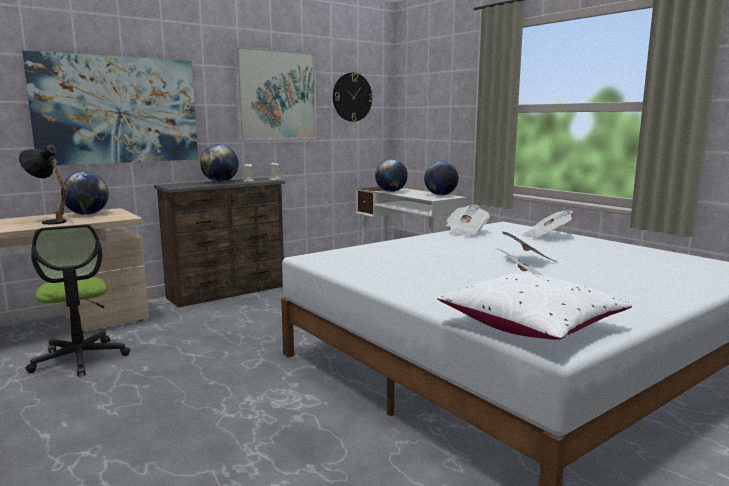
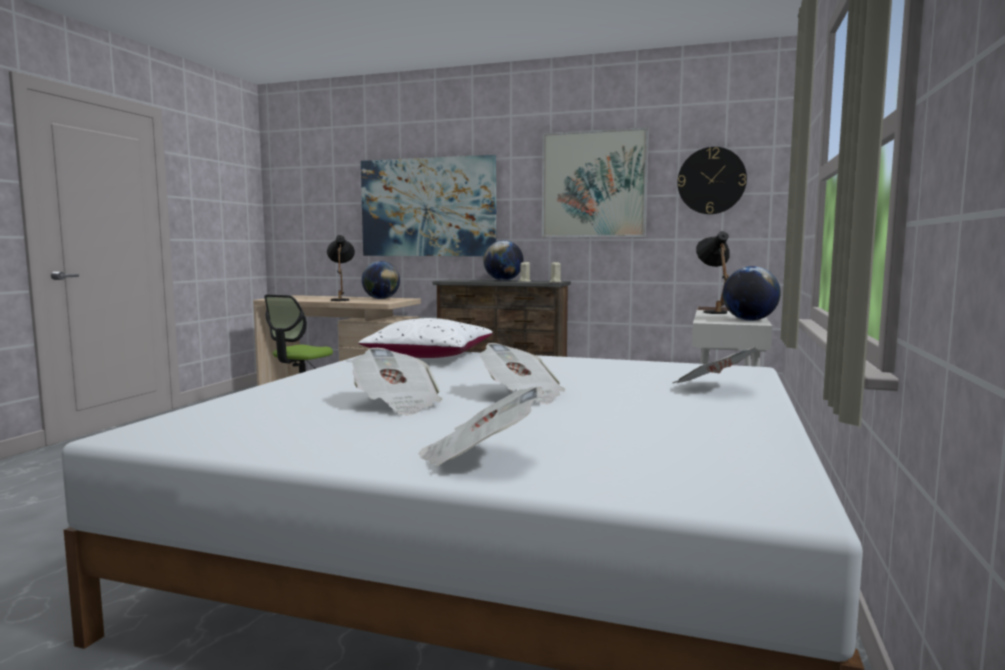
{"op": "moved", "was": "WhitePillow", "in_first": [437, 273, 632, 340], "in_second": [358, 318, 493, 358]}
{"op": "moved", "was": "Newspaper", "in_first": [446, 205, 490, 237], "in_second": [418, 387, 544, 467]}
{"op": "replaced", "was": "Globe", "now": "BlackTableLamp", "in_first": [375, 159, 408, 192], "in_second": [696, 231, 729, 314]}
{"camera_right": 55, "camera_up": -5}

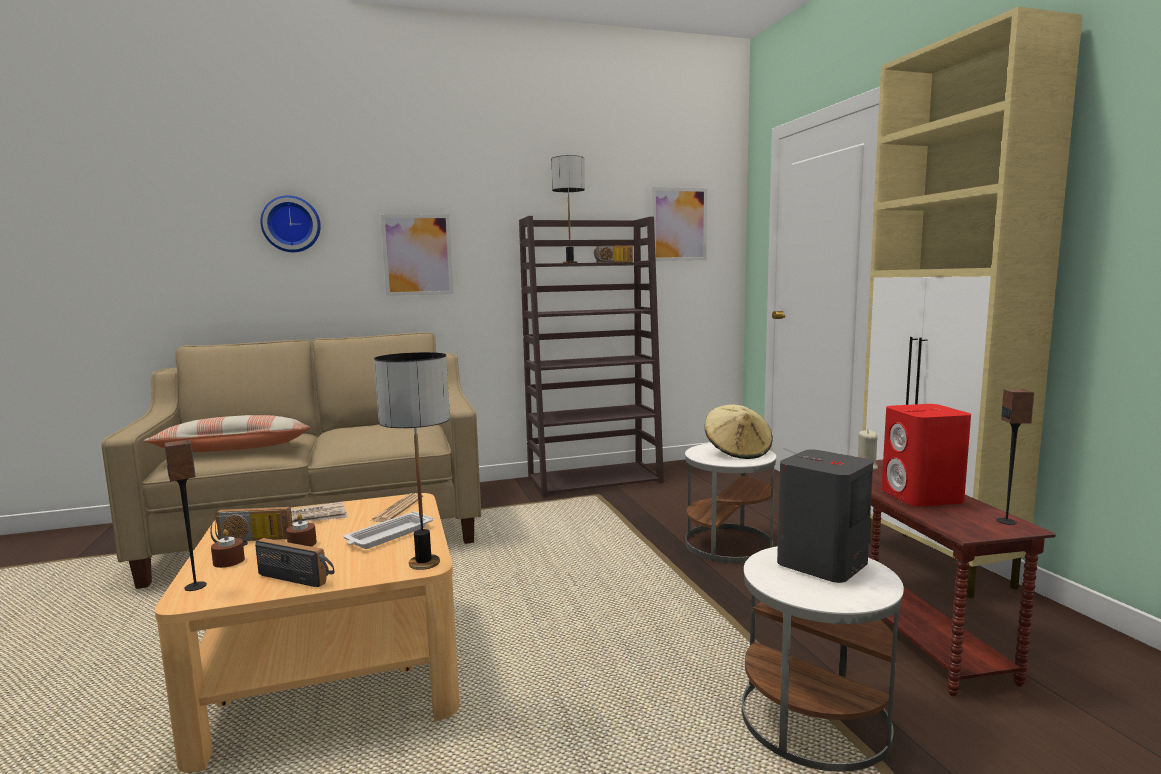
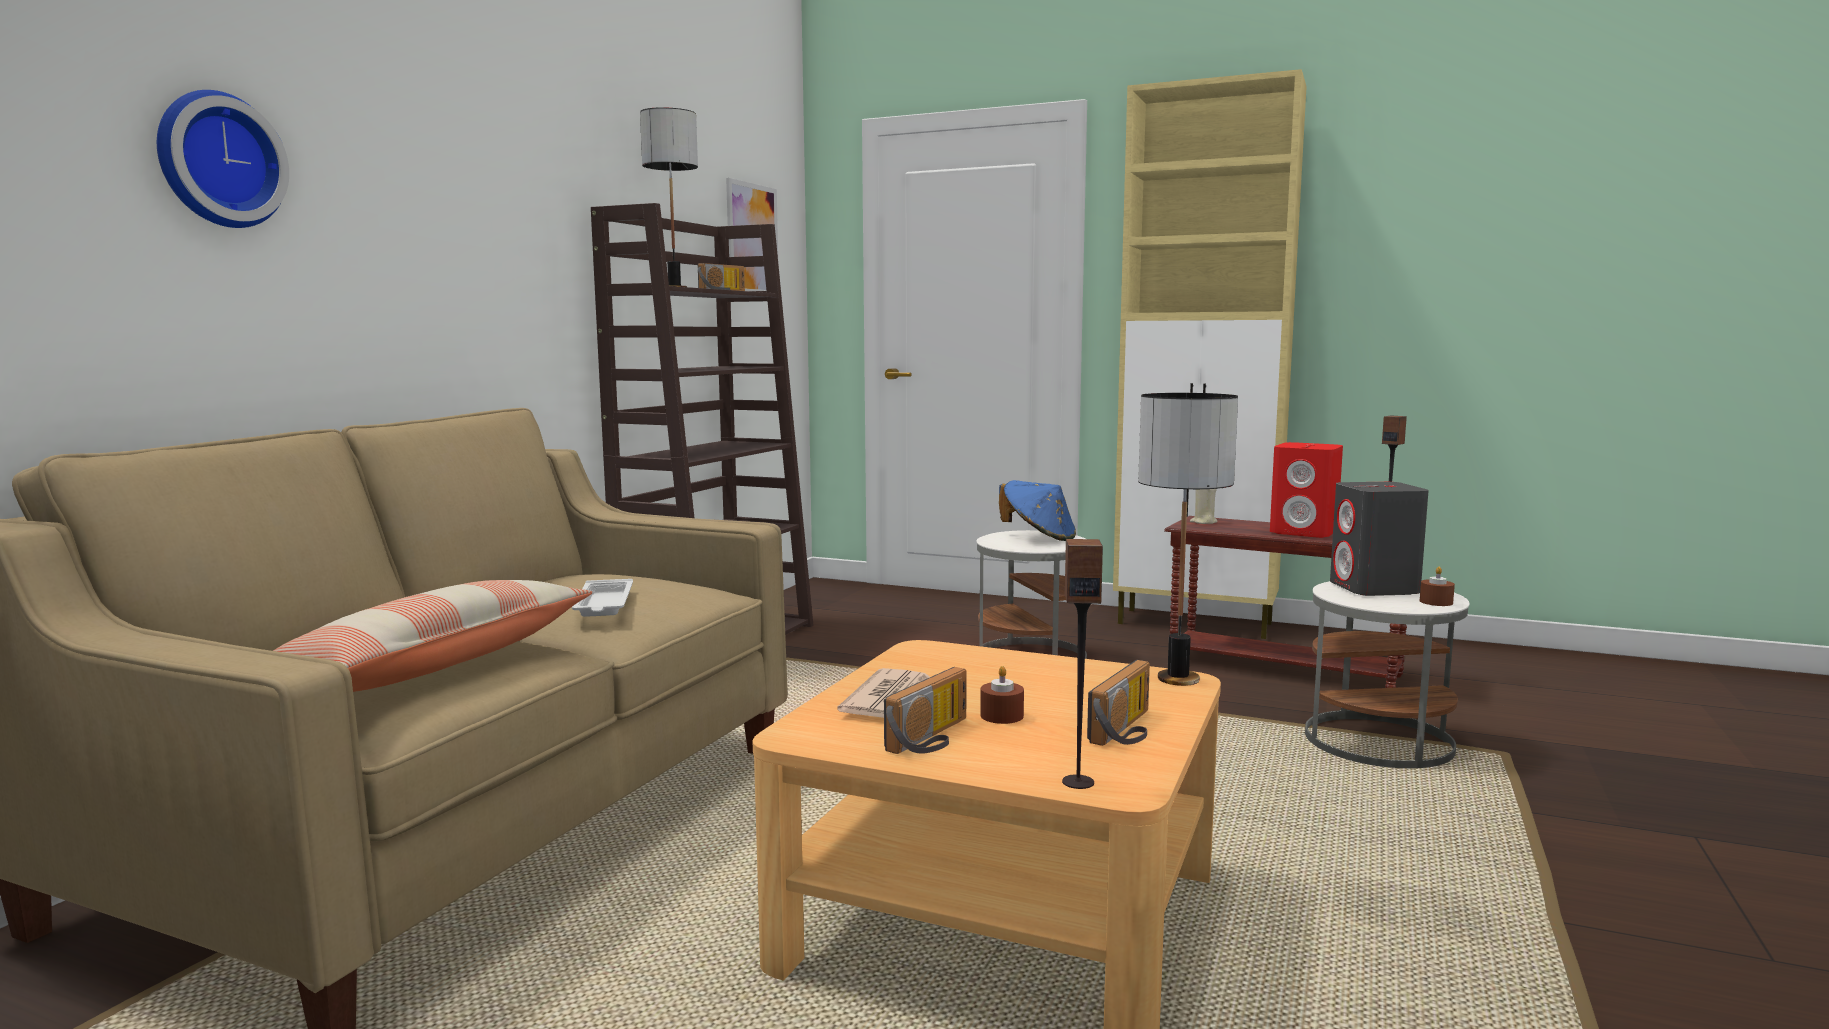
{"op": "moved", "was": "WhiteTray", "in_first": [343, 511, 433, 549], "in_second": [572, 579, 633, 617]}
{"op": "recoloured", "was": "BeigeHat", "now": "BlueHat", "in_first": [705, 405, 773, 459], "in_second": [999, 480, 1076, 541]}
{"op": "turned", "was": "Radio", "in_first": [255, 538, 334, 587], "in_second": [1087, 660, 1150, 746], "clockwise": 150}
{"op": "moved", "was": "BrownCandle", "in_first": [211, 529, 245, 568], "in_second": [1420, 567, 1455, 606]}
{"op": "removed", "was": "Newspaper", "in_first": [370, 493, 423, 522]}
{"op": "removed", "was": "Picture", "in_first": [381, 214, 453, 296]}
{"camera_right": -50, "camera_up": 0}

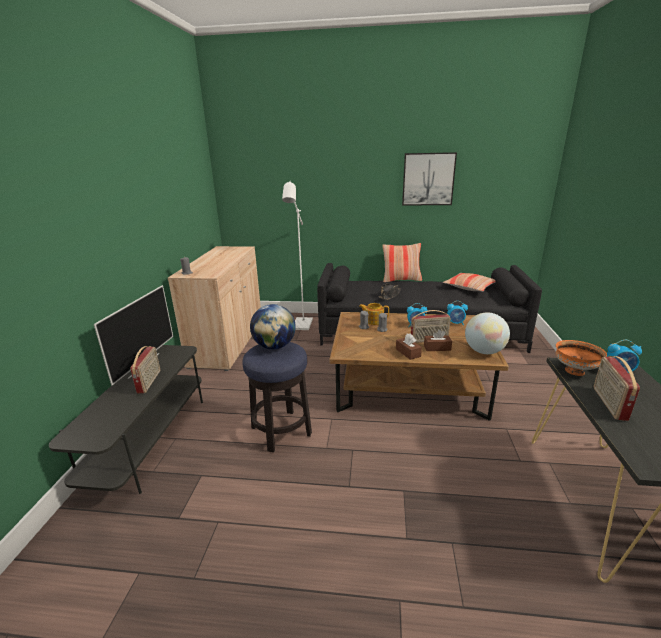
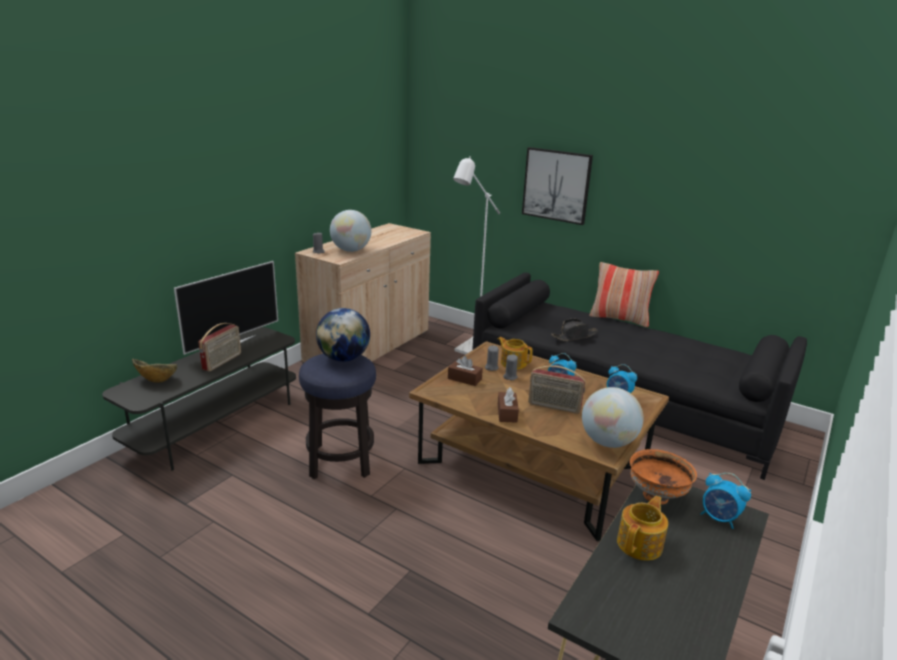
{"op": "added", "now": "Bowl", "in_second": [132, 359, 177, 383]}
{"op": "added", "now": "Globe", "in_second": [330, 210, 371, 252]}
{"op": "moved", "was": "BrownTissueBox", "in_first": [424, 329, 452, 351], "in_second": [448, 356, 483, 386]}
{"op": "moved", "was": "Picture", "in_first": [402, 152, 457, 205], "in_second": [522, 147, 593, 225]}
{"op": "replaced", "was": "Radio", "now": "Teapot", "in_first": [594, 356, 640, 421], "in_second": [617, 496, 668, 561]}
{"op": "removed", "was": "Pillow", "in_first": [443, 273, 496, 292]}
{"camera_right": 25, "camera_up": 0}

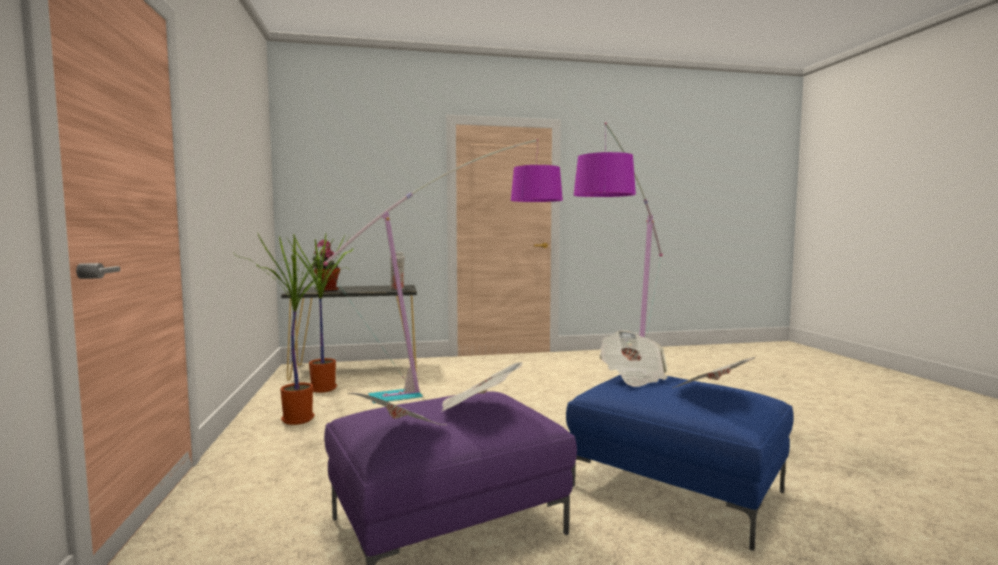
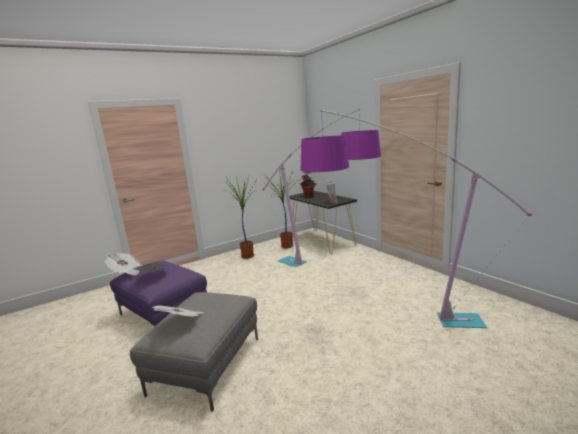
{"op": "recoloured", "was": "BlueOttoman", "now": "GreyOttoman", "in_first": [566, 375, 794, 551], "in_second": [130, 292, 258, 412]}
{"op": "removed", "was": "Newspaper", "in_first": [600, 330, 668, 387]}
{"camera_right": 70, "camera_up": 10}

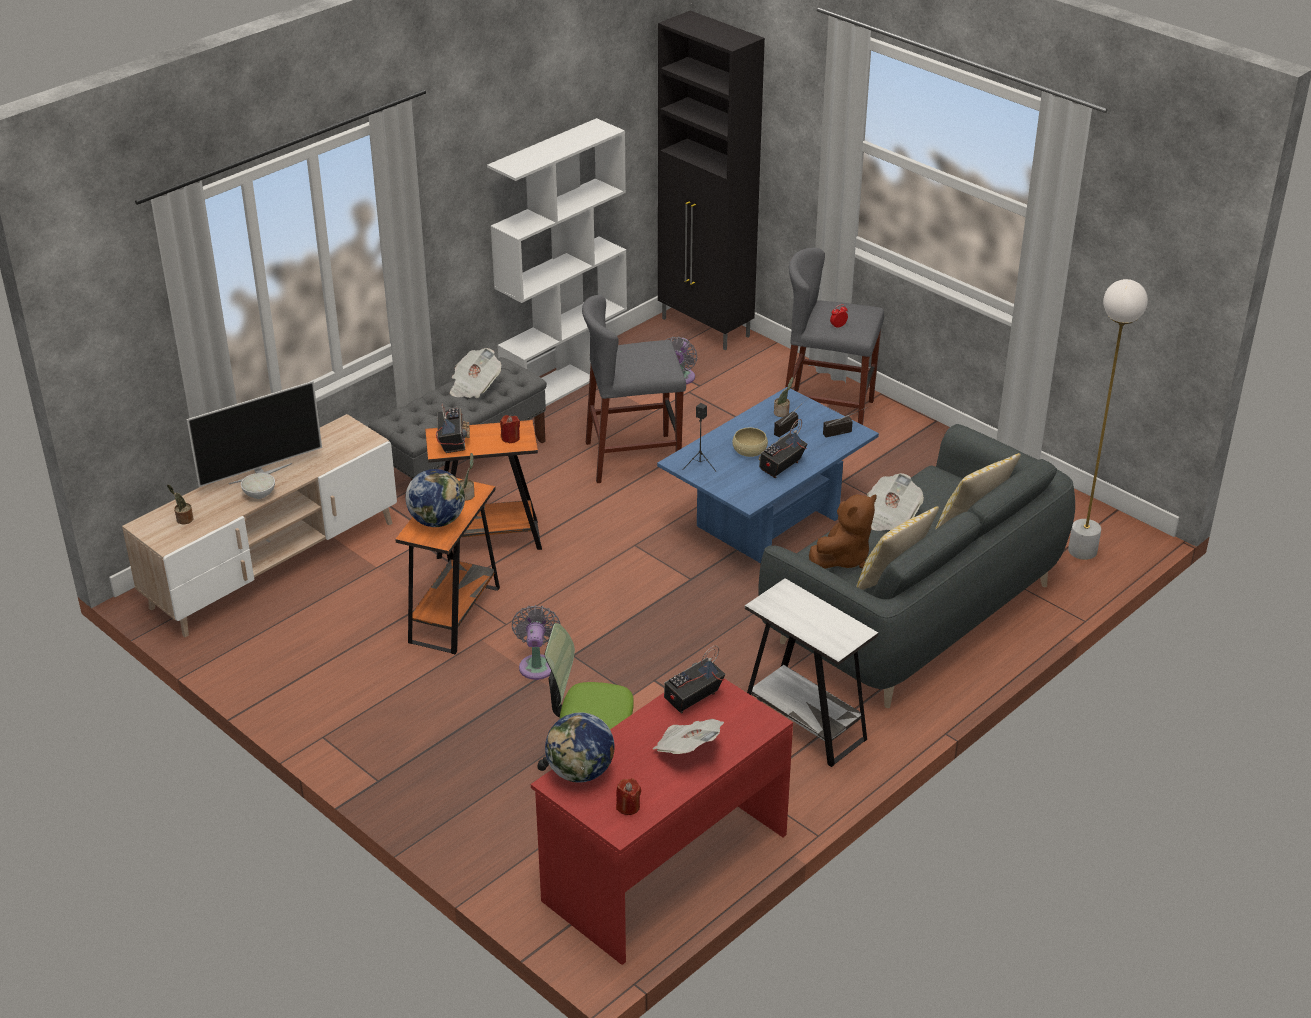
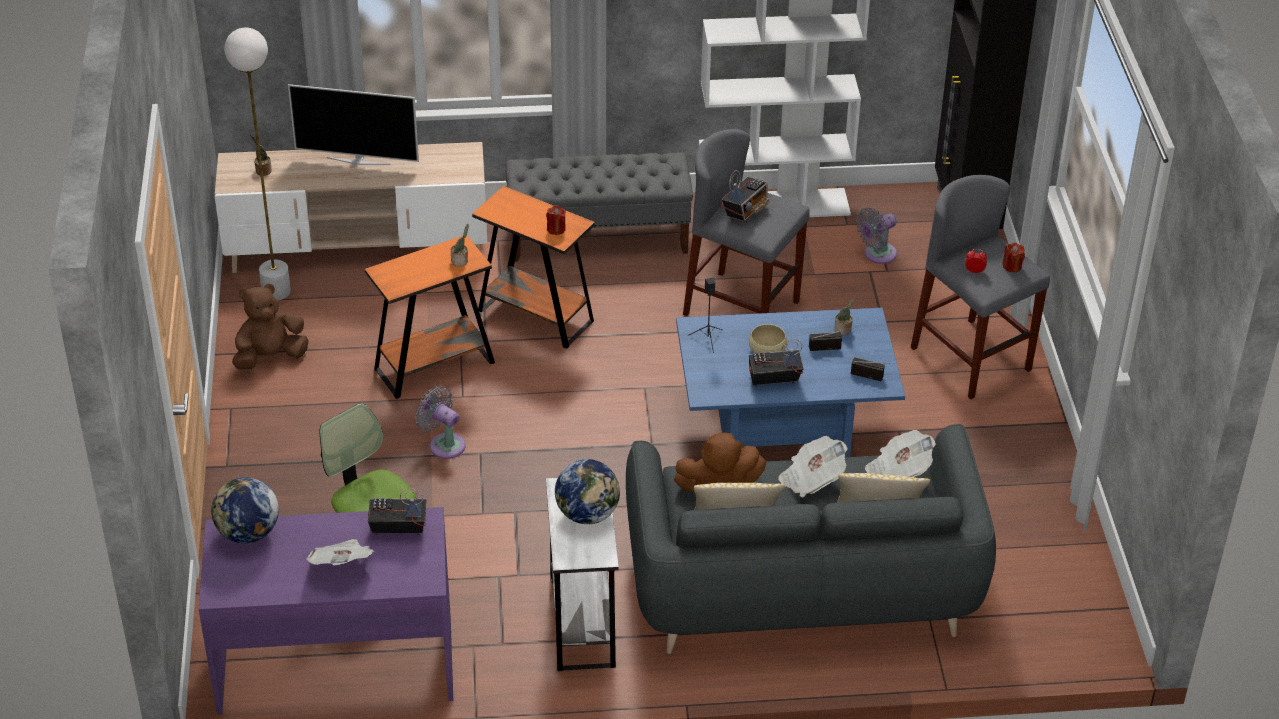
{"op": "recoloured", "was": "RedDesk", "now": "PurpleDesk", "in_first": [531, 678, 793, 965], "in_second": [199, 507, 453, 715]}
{"op": "moved", "was": "WhiteFloorLamp", "in_first": [1068, 279, 1148, 560], "in_second": [224, 28, 291, 301]}
{"op": "added", "now": "BrownPlushToy", "in_second": [232, 284, 309, 369]}
{"op": "turned", "was": "GreyFan", "in_first": [512, 605, 561, 680], "in_second": [415, 386, 466, 459], "clockwise": -90}
{"op": "moved", "was": "Globe", "in_first": [406, 469, 465, 527], "in_second": [555, 459, 620, 525]}
{"op": "moved", "was": "Radio", "in_first": [436, 404, 470, 453], "in_second": [722, 170, 770, 223]}
{"op": "moved", "was": "Newspaper", "in_first": [450, 348, 501, 398], "in_second": [865, 430, 936, 477]}
{"op": "moved", "was": "RedCandle", "in_first": [616, 778, 641, 815], "in_second": [1002, 242, 1025, 272]}
{"op": "removed", "was": "WhiteBowl", "in_first": [241, 473, 275, 499]}
{"camera_right": 40, "camera_up": 5}

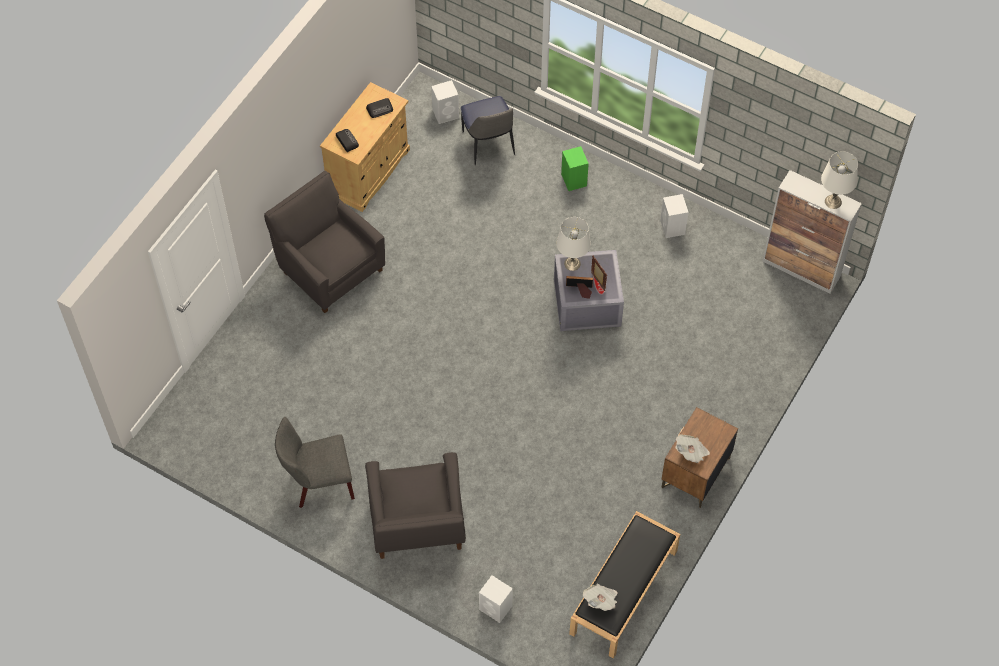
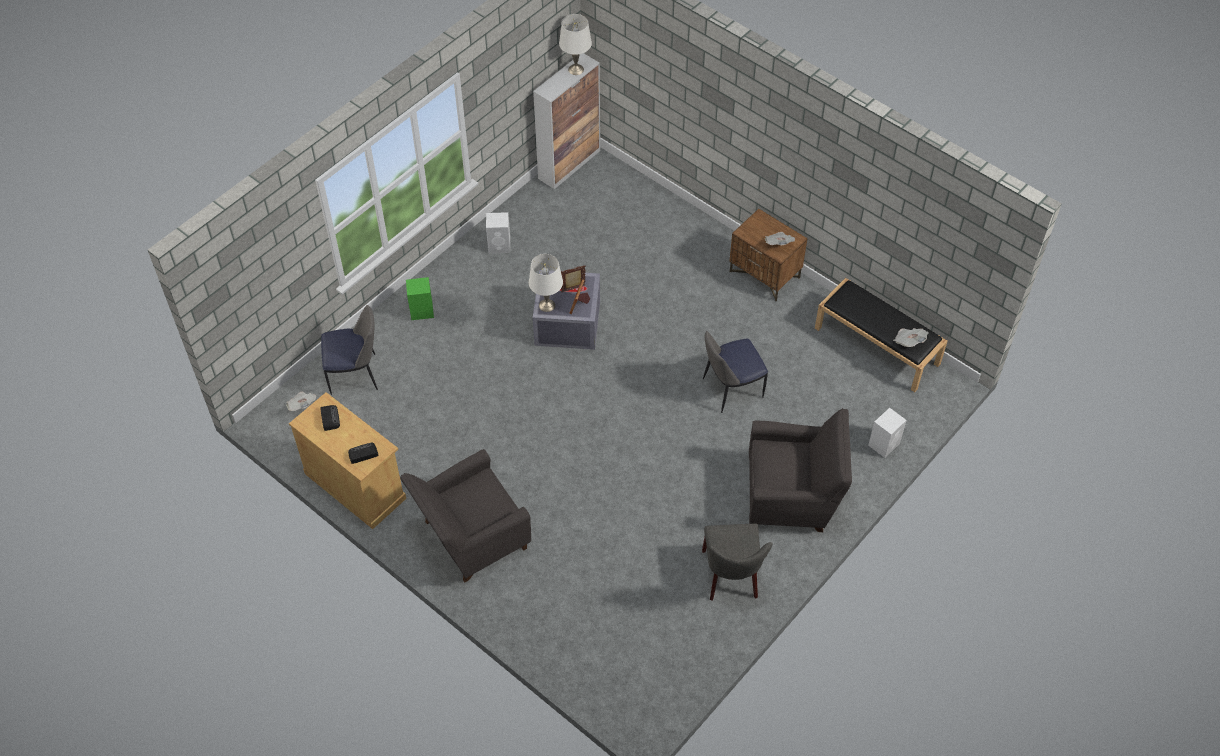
{"op": "replaced", "was": "WhiteSpeaker", "now": "Newspaper", "in_first": [431, 80, 459, 124], "in_second": [286, 392, 316, 411]}
{"op": "added", "now": "Chair", "in_second": [703, 331, 768, 413]}
{"camera_right": -80, "camera_up": -5}

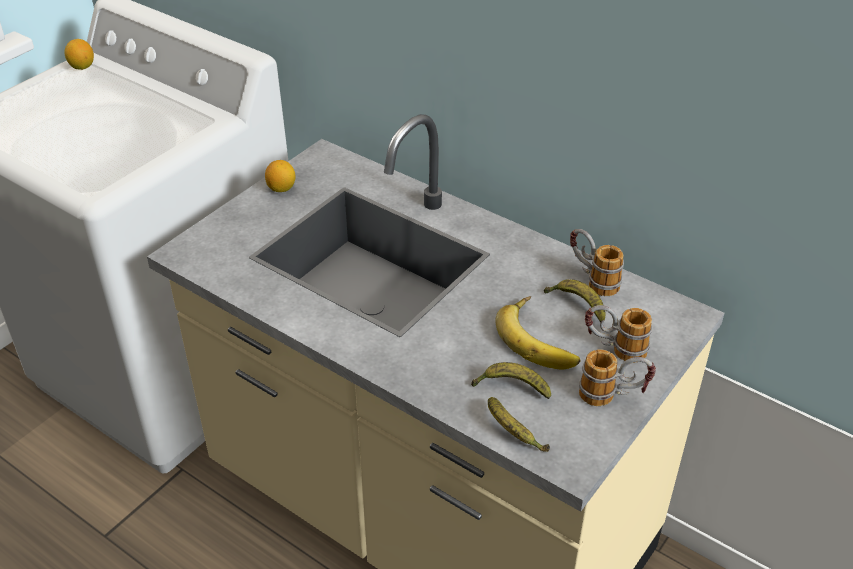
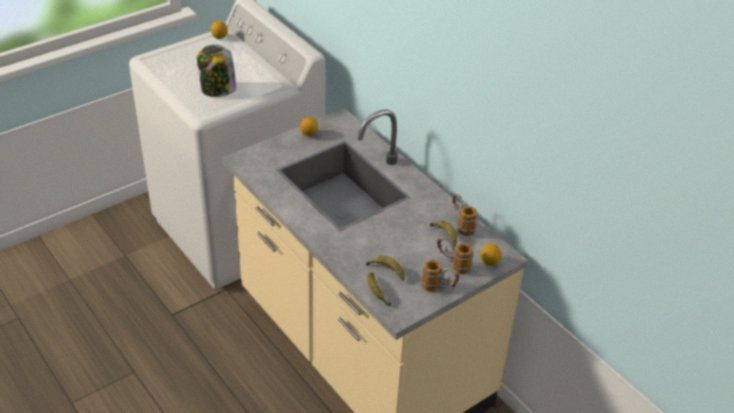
{"op": "added", "now": "Jar", "in_second": [197, 45, 236, 97]}
{"op": "added", "now": "Lemon", "in_second": [481, 244, 502, 266]}
{"op": "removed", "was": "Banana", "in_first": [495, 296, 580, 370]}
{"camera_right": 15, "camera_up": 0}

